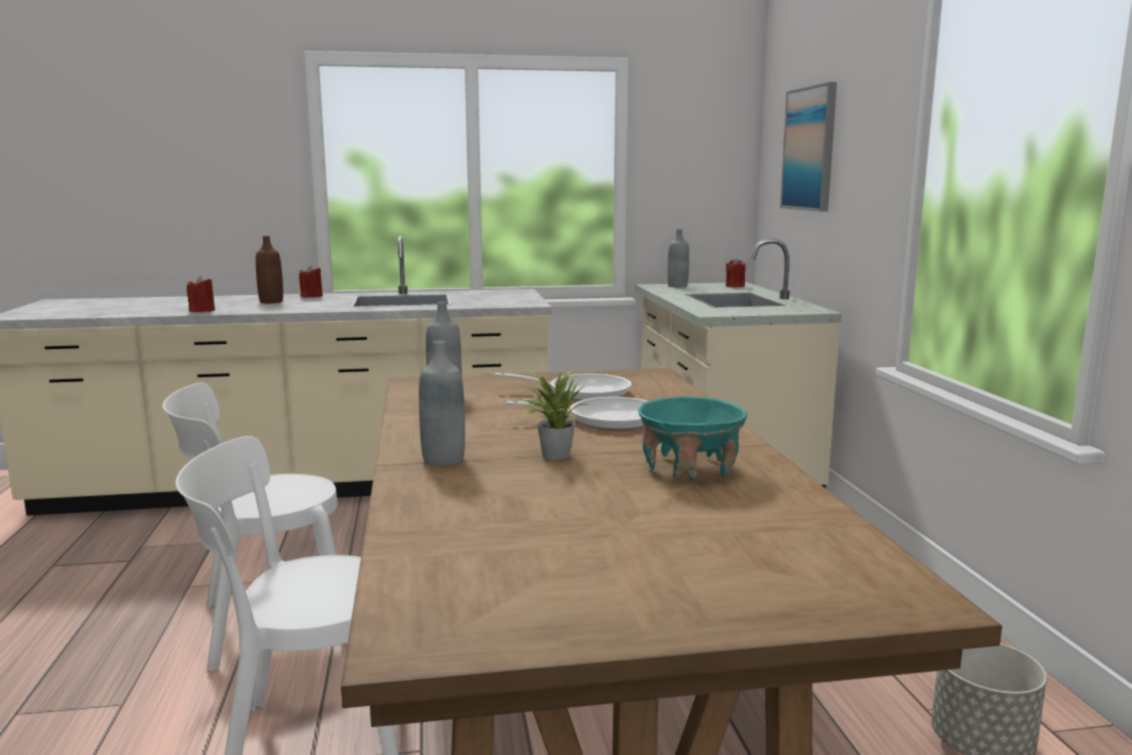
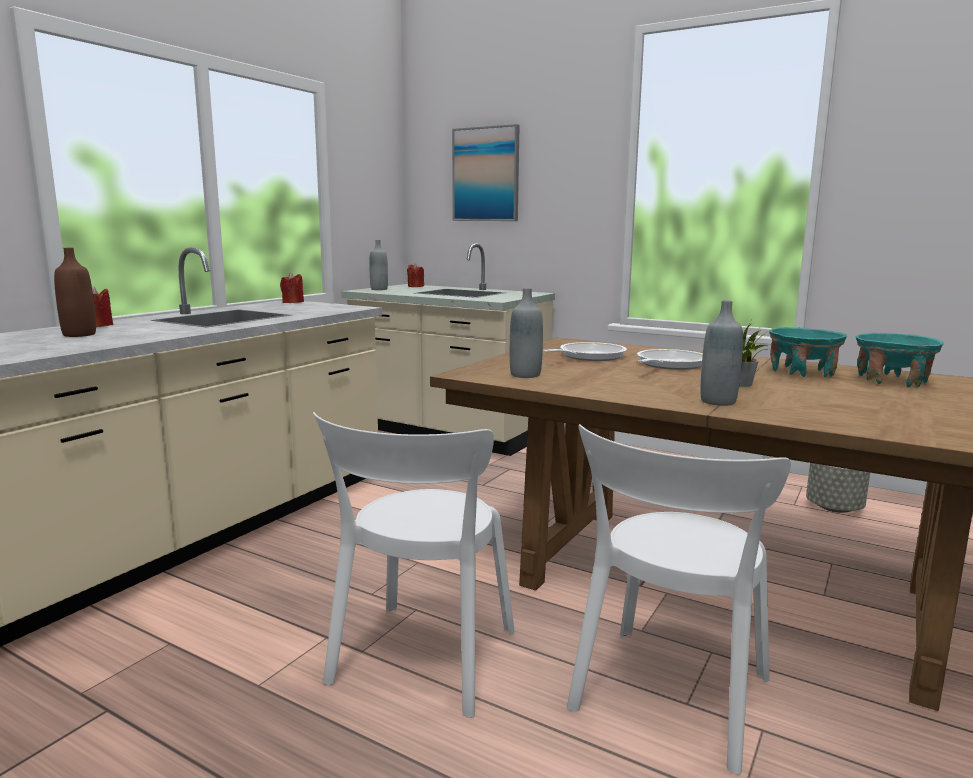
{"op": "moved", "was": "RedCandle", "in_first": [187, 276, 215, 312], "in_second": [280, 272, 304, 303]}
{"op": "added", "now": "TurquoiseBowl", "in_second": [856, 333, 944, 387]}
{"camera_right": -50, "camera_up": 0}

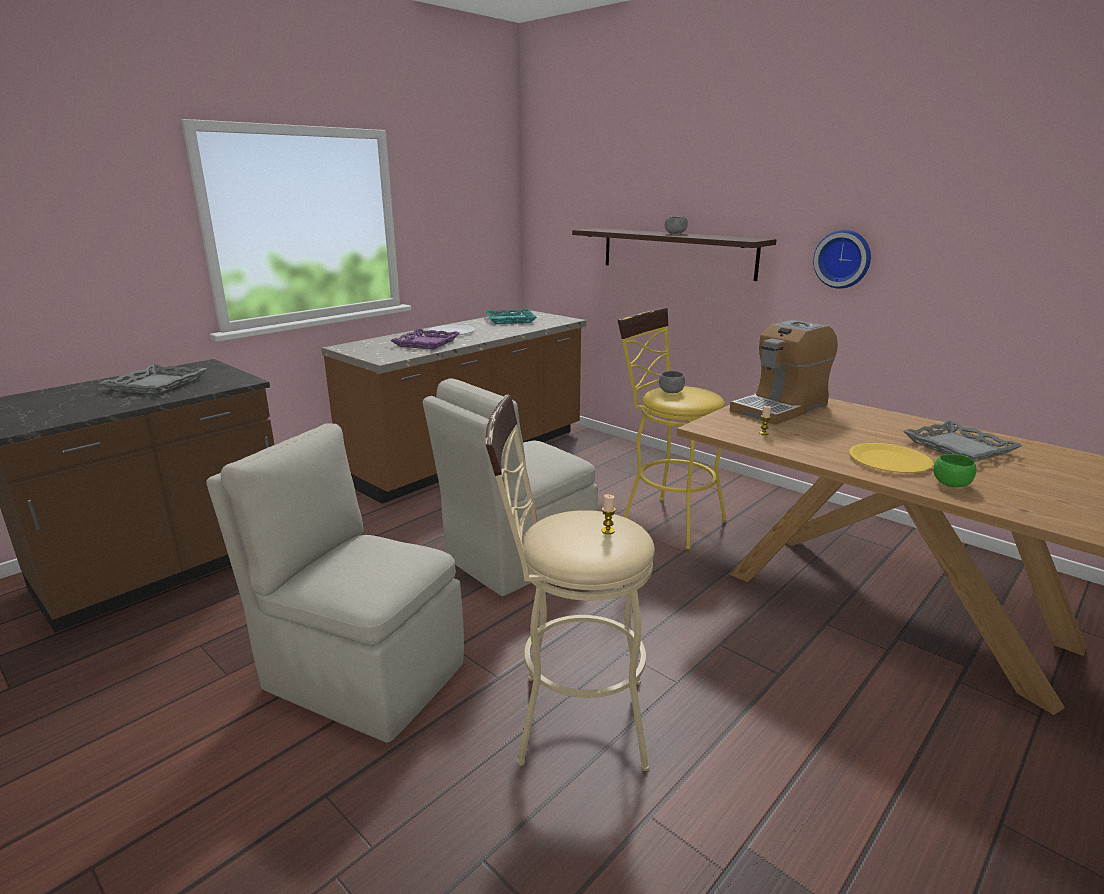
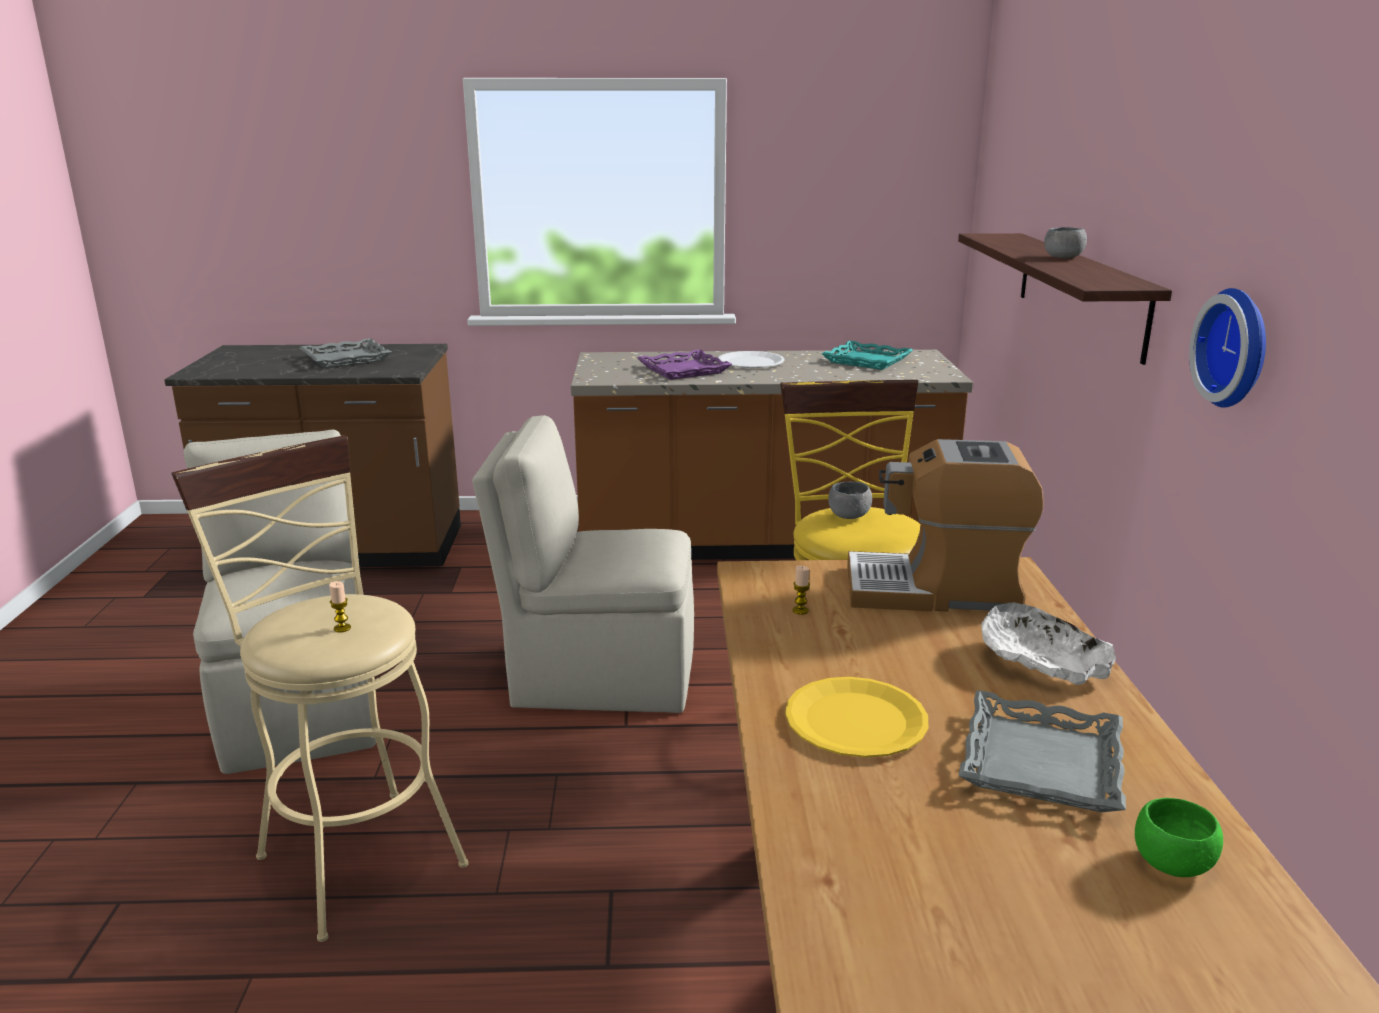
{"op": "added", "now": "WhiteBowl", "in_second": [981, 602, 1116, 685]}
{"op": "moved", "was": "GreenBowl", "in_first": [933, 454, 976, 488], "in_second": [1135, 798, 1223, 877]}
{"camera_right": 45, "camera_up": 0}

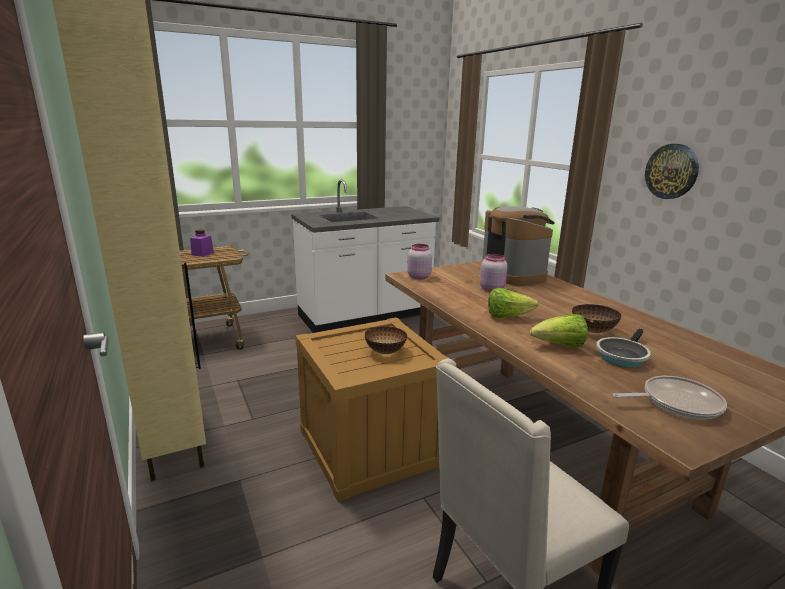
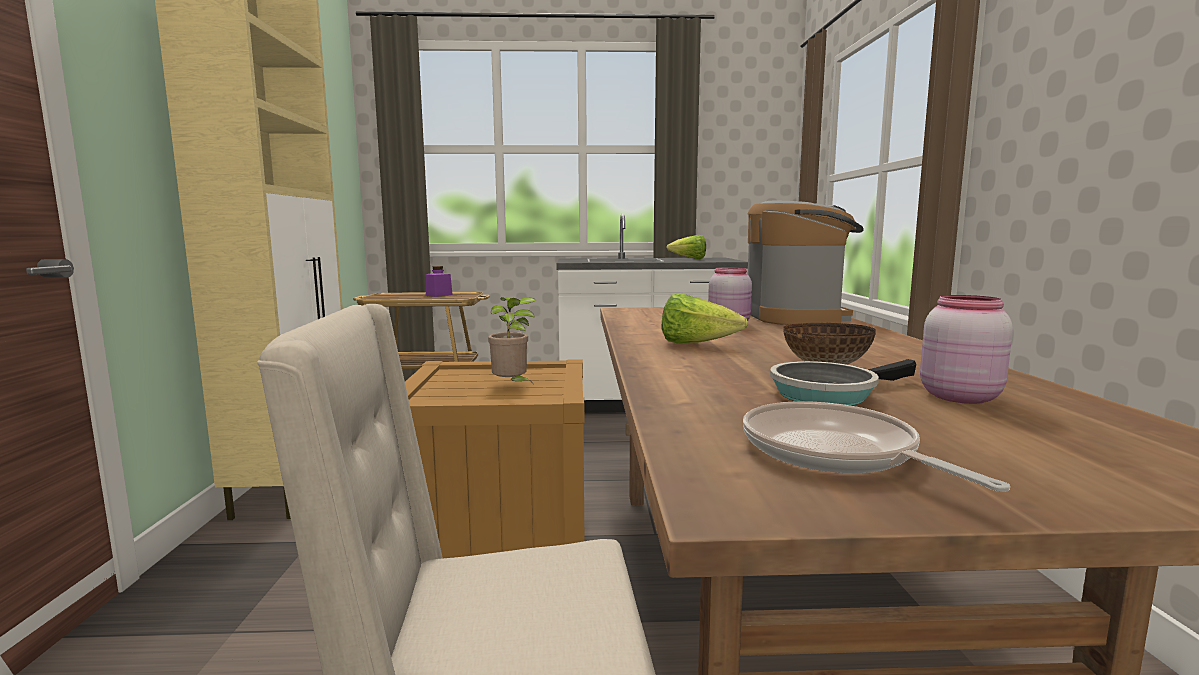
{"op": "replaced", "was": "Bowl", "now": "PottedPlant", "in_first": [365, 326, 407, 354], "in_second": [488, 297, 536, 386]}
{"op": "moved", "was": "Lettuce", "in_first": [529, 314, 588, 347], "in_second": [666, 235, 706, 259]}
{"op": "turned", "was": "FryingPan", "in_first": [612, 376, 727, 419], "in_second": [743, 401, 1010, 492], "clockwise": -135}
{"op": "moved", "was": "PinkJar", "in_first": [407, 244, 432, 280], "in_second": [920, 295, 1013, 404]}
{"op": "removed", "was": "WallClock", "in_first": [645, 144, 699, 199]}
{"camera_right": 25, "camera_up": -10}

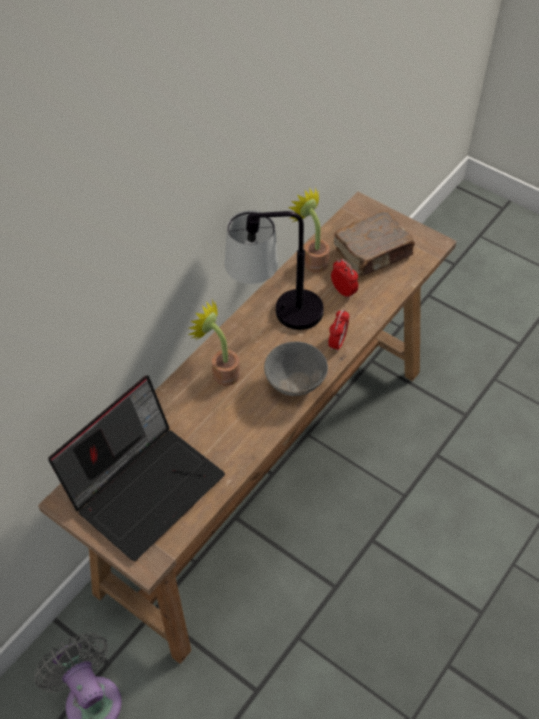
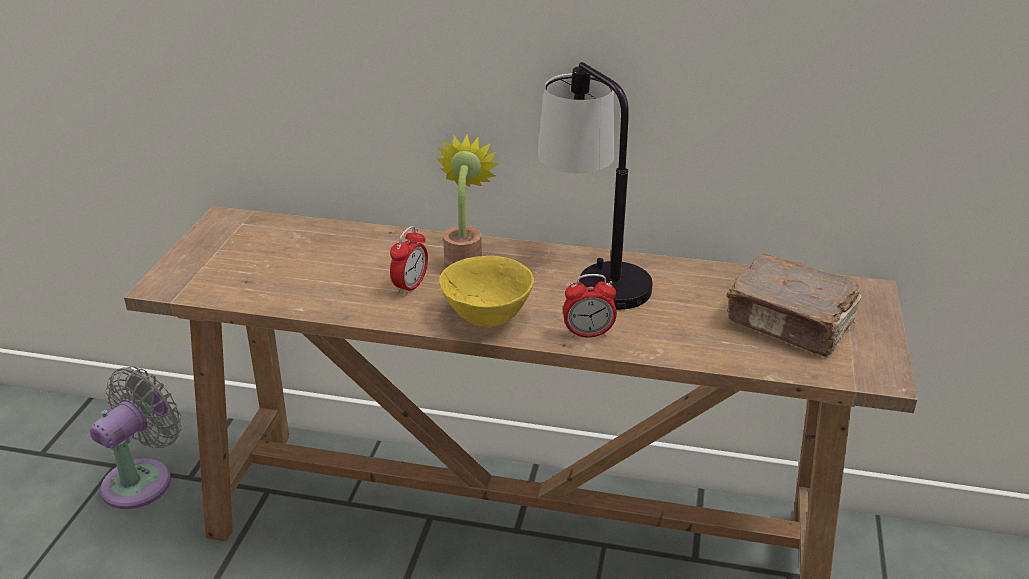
{"op": "moved", "was": "AlarmClock", "in_first": [331, 259, 358, 299], "in_second": [390, 226, 428, 296]}
{"op": "recoloured", "was": "GreyBowl", "now": "YellowBowl", "in_first": [264, 341, 328, 396], "in_second": [439, 256, 534, 327]}
{"op": "removed", "was": "Laptop", "in_first": [48, 376, 225, 561]}
{"op": "removed", "was": "PottedPlant", "in_first": [288, 187, 330, 273]}
{"camera_right": 65, "camera_up": -20}

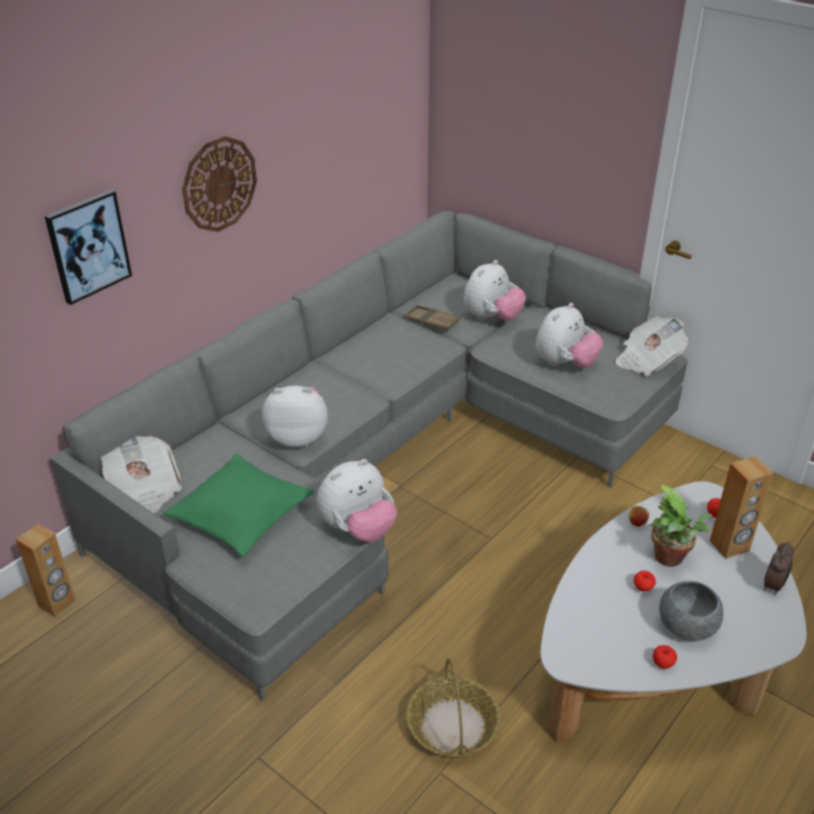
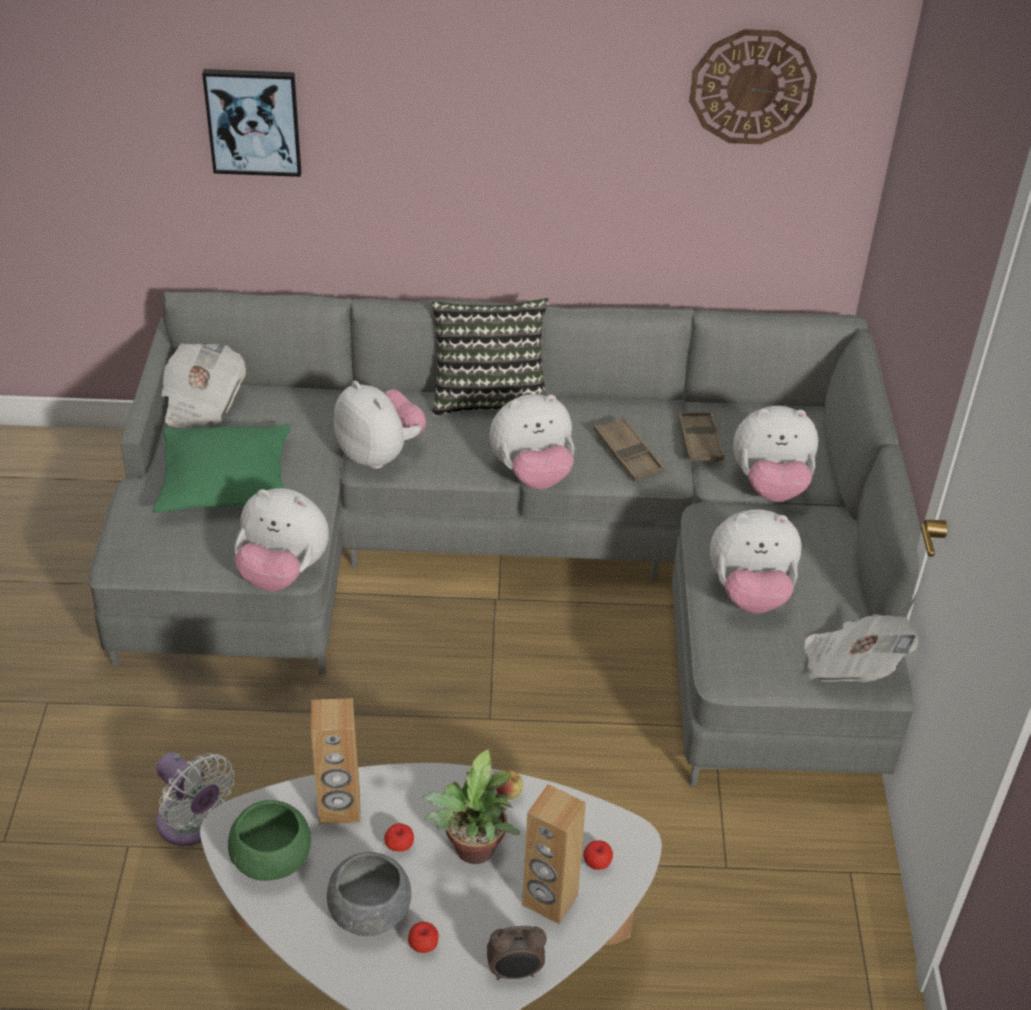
{"op": "replaced", "was": "Basket", "now": "WhiteFan", "in_first": [406, 658, 500, 758], "in_second": [156, 752, 235, 846]}
{"op": "added", "now": "GreenBowl", "in_second": [228, 800, 311, 881]}
{"op": "moved", "was": "BrownSpeaker", "in_first": [16, 524, 76, 617], "in_second": [311, 698, 360, 824]}
{"op": "moved", "was": "Apple", "in_first": [653, 645, 677, 669], "in_second": [408, 922, 439, 953]}
{"op": "added", "now": "Pillow", "in_second": [432, 298, 549, 416]}
{"op": "added", "now": "PlushToy", "in_second": [490, 394, 574, 490]}
{"op": "added", "now": "BrownTray", "in_second": [593, 416, 664, 482]}
{"op": "moved", "was": "WallClock", "in_first": [182, 136, 257, 232], "in_second": [689, 29, 817, 144]}
{"camera_right": 50, "camera_up": 5}

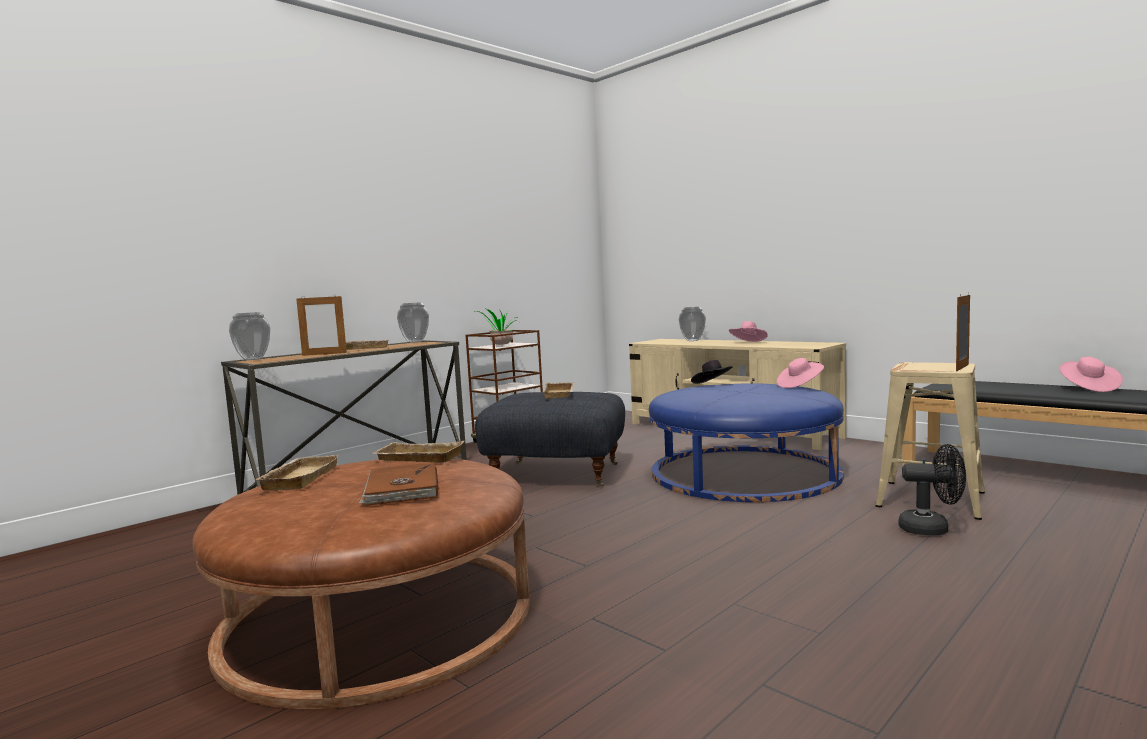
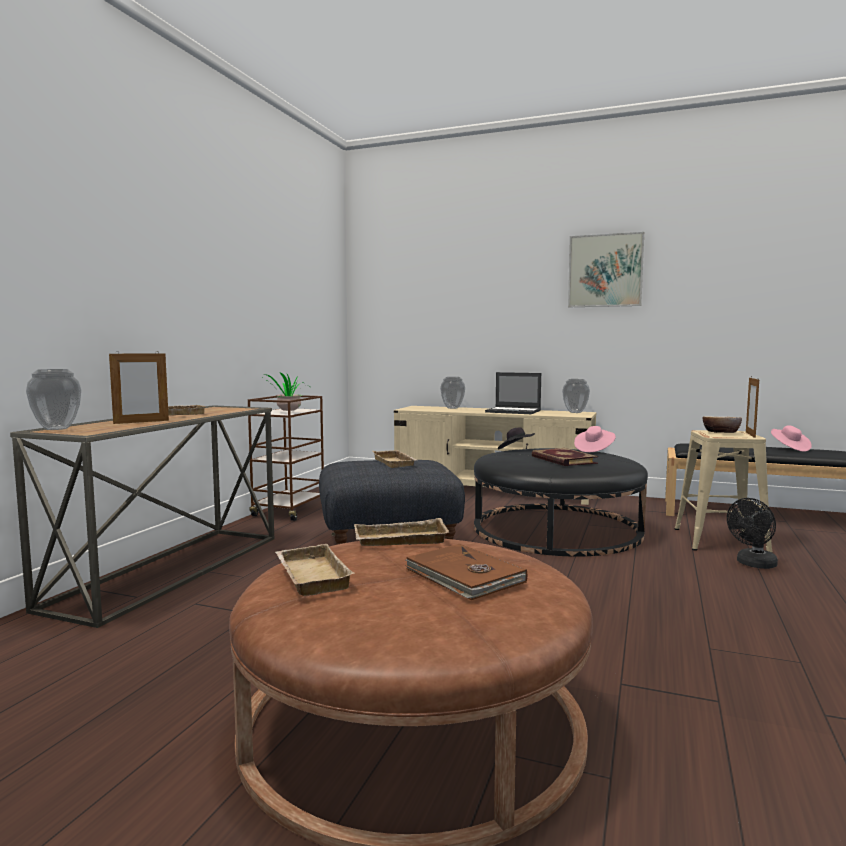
{"op": "recoloured", "was": "BlueOttoman", "now": "BlackOttoman", "in_first": [649, 383, 844, 502], "in_second": [474, 448, 648, 557]}
{"op": "replaced", "was": "PinkHat", "now": "Laptop", "in_first": [729, 321, 768, 342], "in_second": [485, 372, 541, 414]}
{"op": "added", "now": "Book", "in_second": [532, 448, 598, 466]}
{"op": "moved", "was": "Vase", "in_first": [397, 302, 429, 343], "in_second": [562, 379, 590, 413]}
{"op": "added", "now": "Picture", "in_second": [568, 232, 644, 307]}
{"op": "added", "now": "Bowl", "in_second": [703, 416, 742, 433]}
{"op": "turned", "was": "BlackFan", "in_first": [898, 444, 966, 536], "in_second": [727, 498, 778, 569], "clockwise": 150}
{"camera_right": -25, "camera_up": 0}

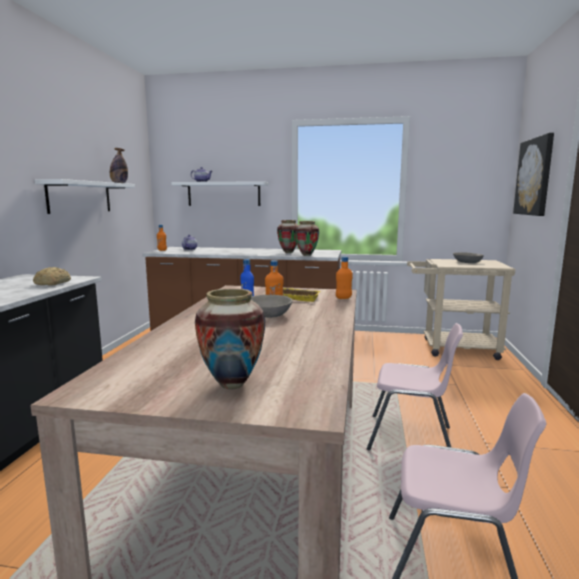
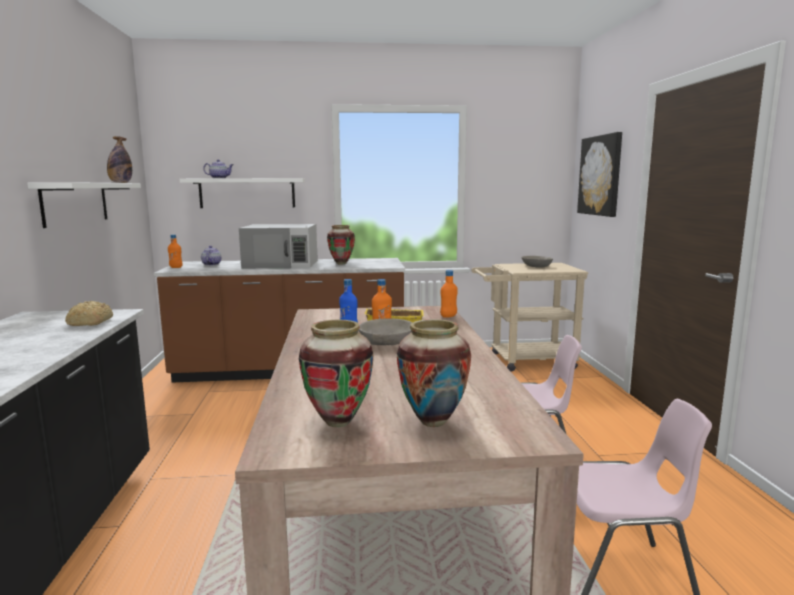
{"op": "added", "now": "WhiteMicrowave", "in_second": [239, 224, 318, 269]}
{"op": "moved", "was": "Vase", "in_first": [295, 221, 319, 256], "in_second": [299, 319, 373, 427]}
{"camera_right": -15, "camera_up": 0}

